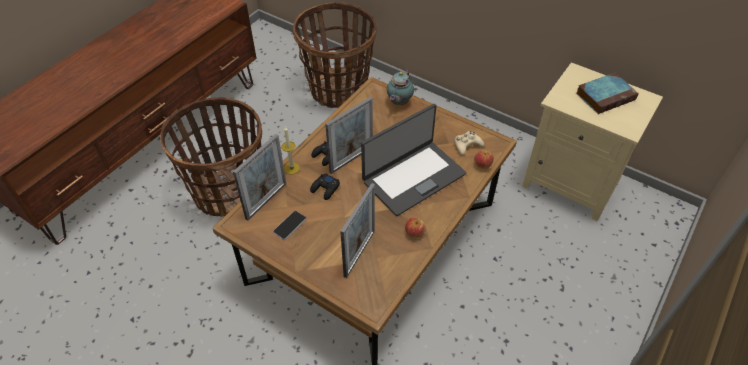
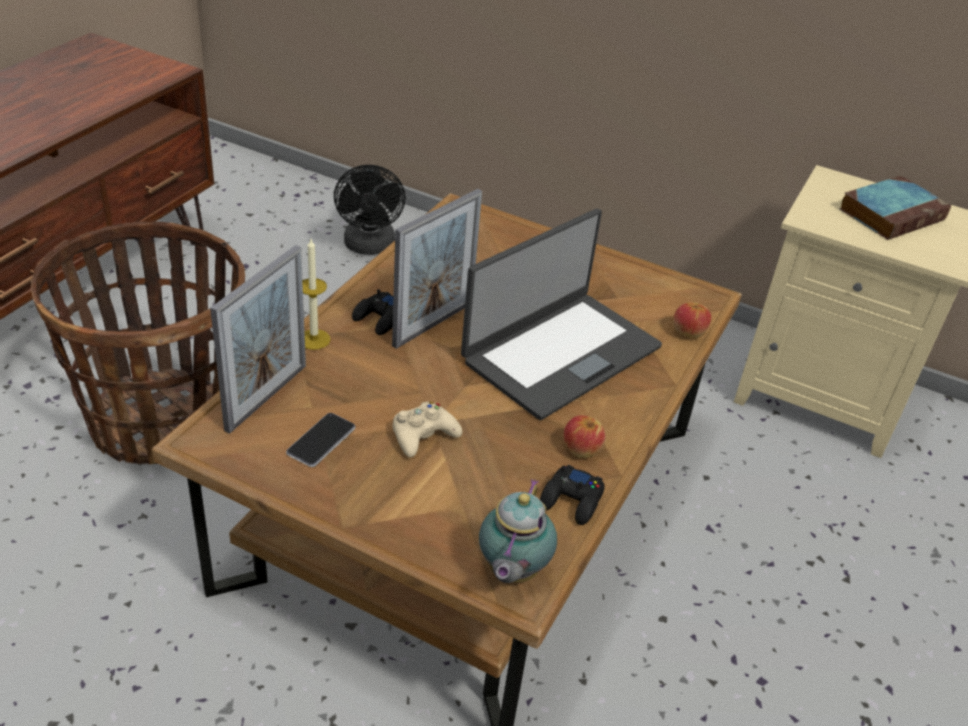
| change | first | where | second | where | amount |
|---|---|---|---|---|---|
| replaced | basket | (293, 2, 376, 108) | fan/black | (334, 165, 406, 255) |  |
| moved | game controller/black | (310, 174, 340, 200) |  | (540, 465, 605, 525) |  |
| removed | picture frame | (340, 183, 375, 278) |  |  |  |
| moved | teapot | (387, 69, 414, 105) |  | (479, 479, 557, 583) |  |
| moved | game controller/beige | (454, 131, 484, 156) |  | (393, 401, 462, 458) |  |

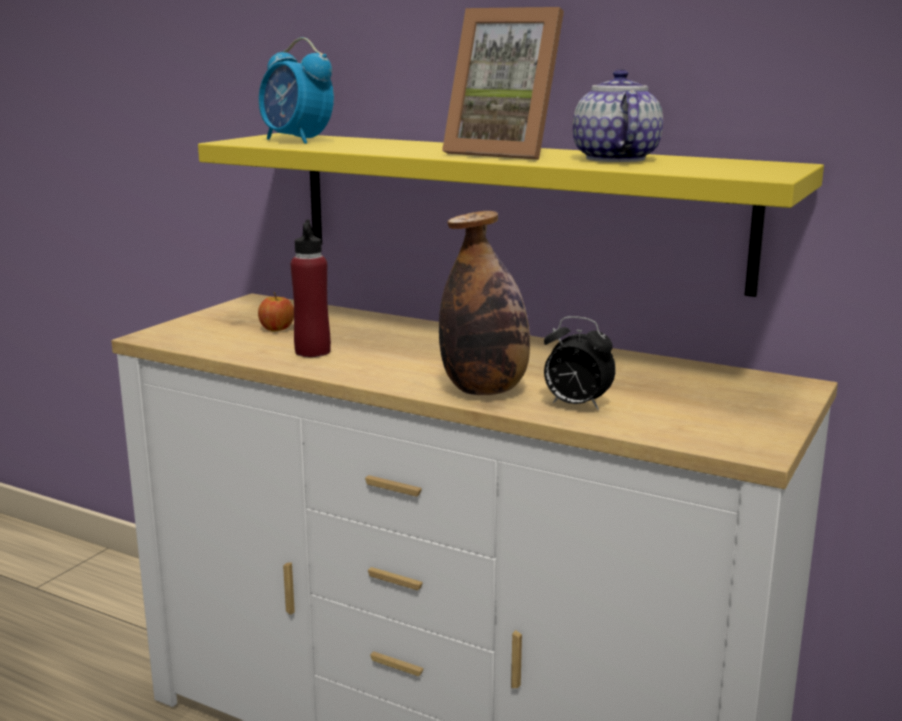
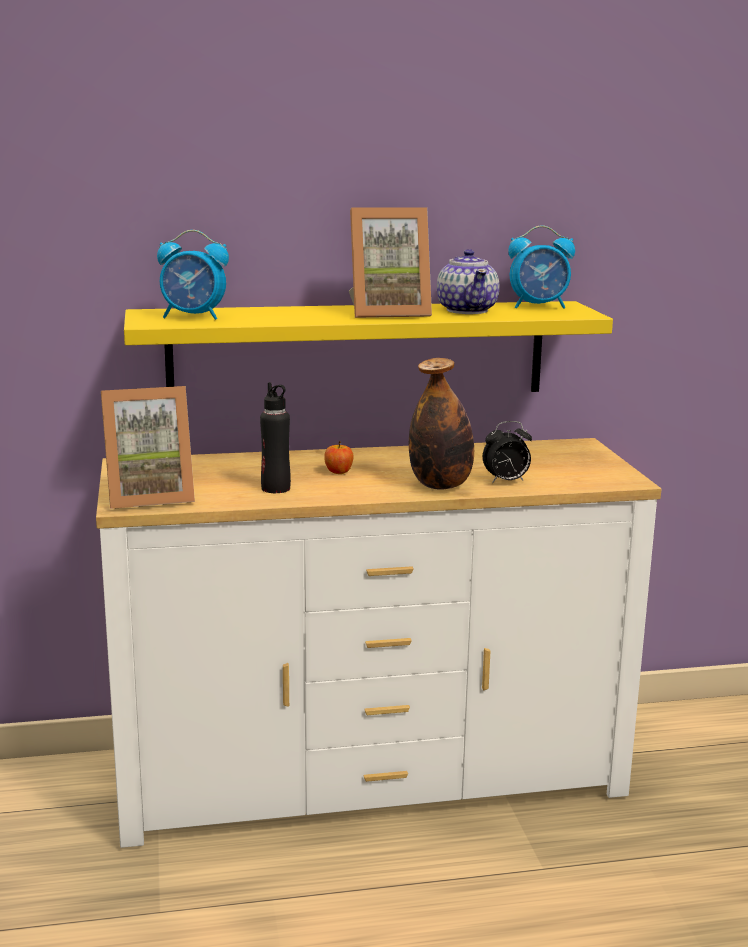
| change | first | where | second | where | amount |
|---|---|---|---|---|---|
| moved | apple | (258, 292, 294, 332) |  | (324, 441, 353, 474) |  |
| recoloured | bottle/red | (290, 220, 331, 357) | bottle/black | (260, 382, 291, 493) |  |
| turned | teapot | (573, 69, 663, 162) |  | (437, 249, 499, 314) | 150 degrees counterclockwise |
| added |  |  | picture frame | (101, 386, 195, 509) |  |
| added |  |  | alarm clock | (508, 225, 575, 309) |  |

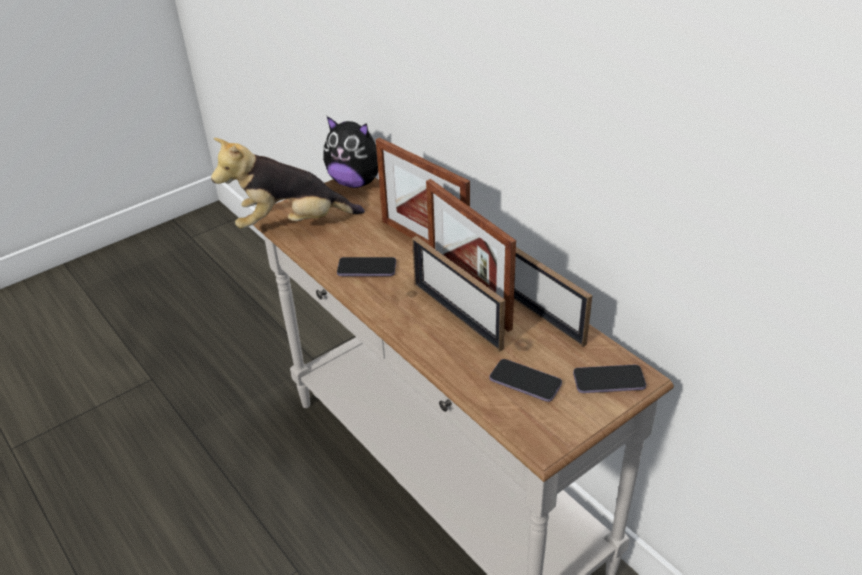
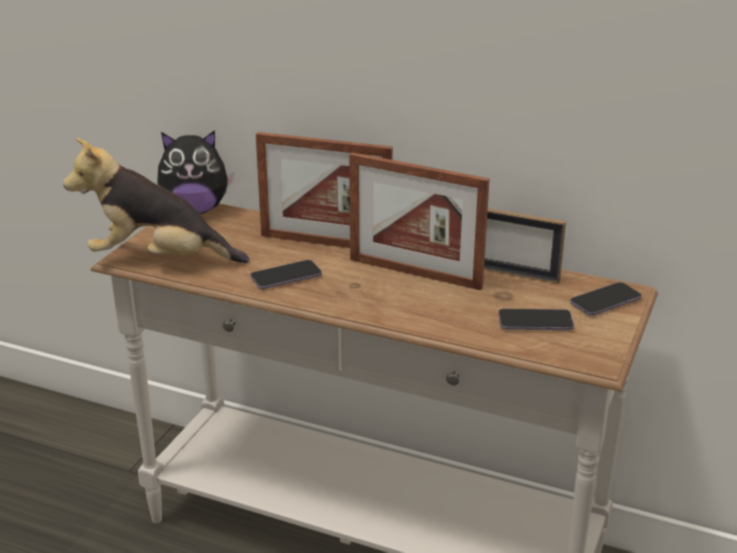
| change | first | where | second | where | amount |
|---|---|---|---|---|---|
| turned | plush toy | (211, 138, 365, 228) |  | (63, 138, 249, 263) | 45 degrees clockwise |
| removed | picture frame | (412, 236, 505, 351) |  |  |  |

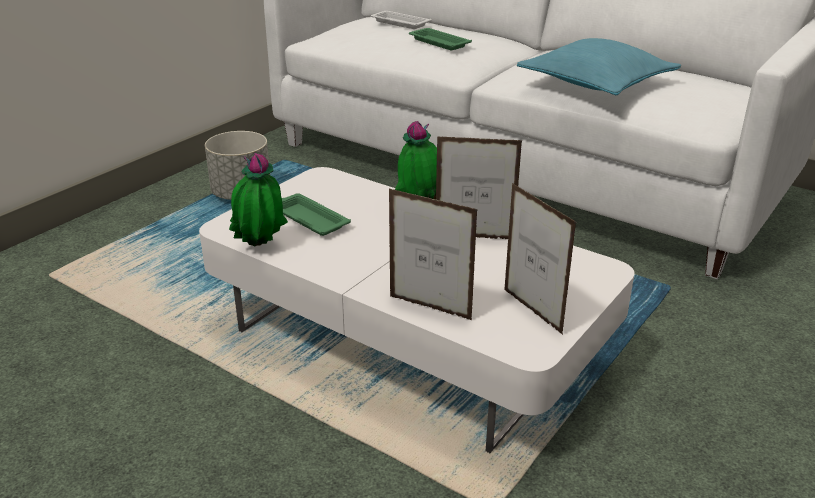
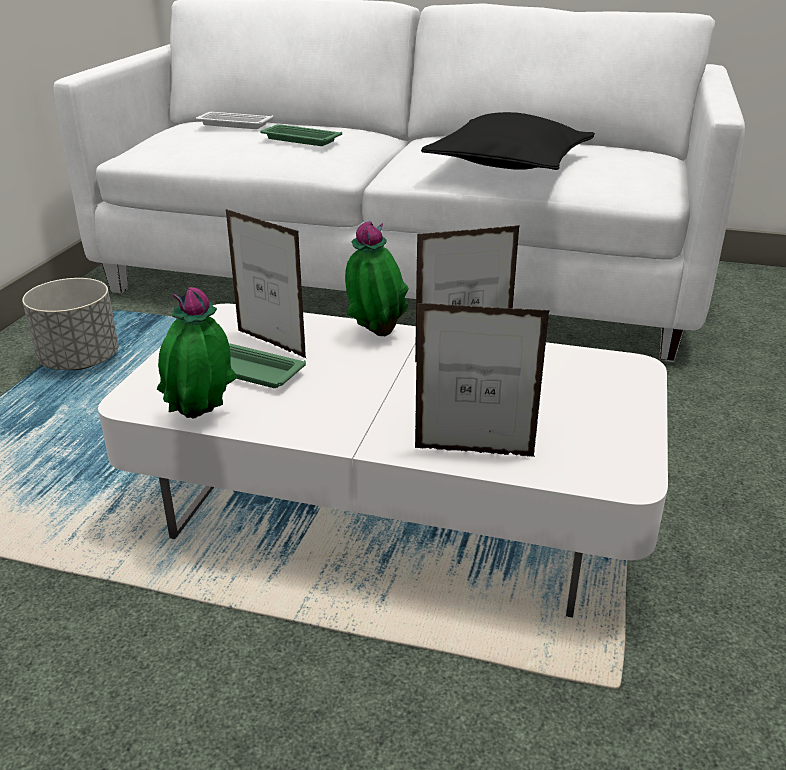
| change | first | where | second | where | amount |
|---|---|---|---|---|---|
| moved | picture frame | (504, 183, 576, 335) |  | (226, 209, 306, 358) |  |
| recoloured | pillow/turquoise | (517, 38, 681, 95) | pillow/black | (421, 112, 595, 170) |  |

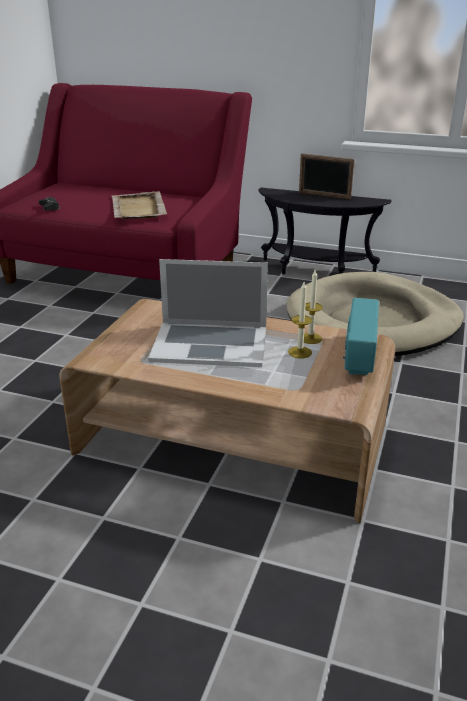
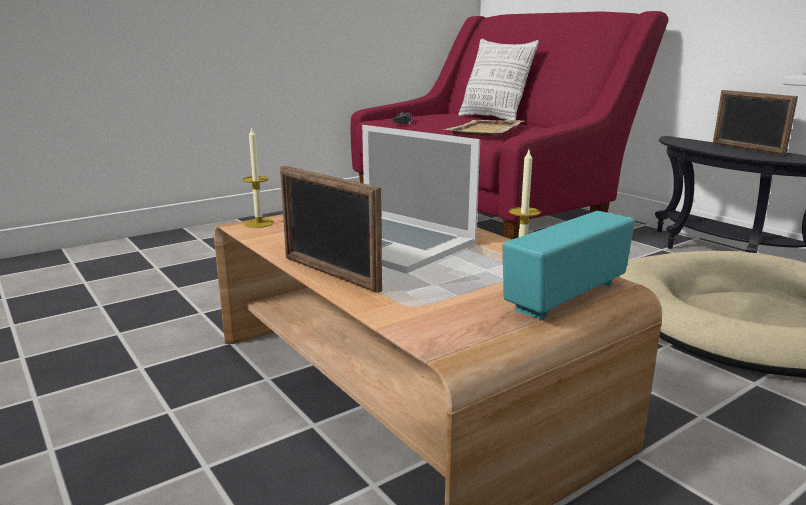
| change | first | where | second | where | amount |
|---|---|---|---|---|---|
| moved | candle | (288, 282, 312, 359) |  | (243, 126, 274, 228) |  |
| added |  |  | picture frame | (280, 166, 382, 293) |  |
| added |  |  | pillow | (458, 39, 539, 121) |  |

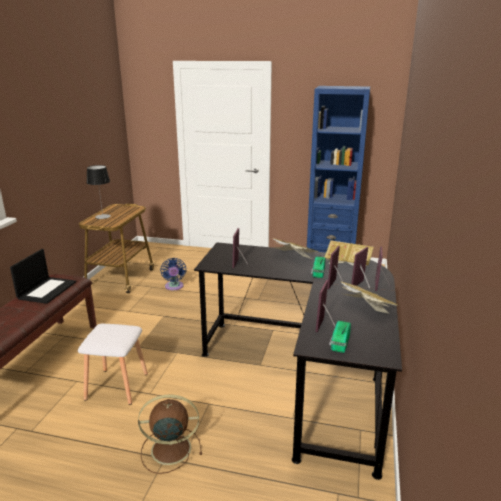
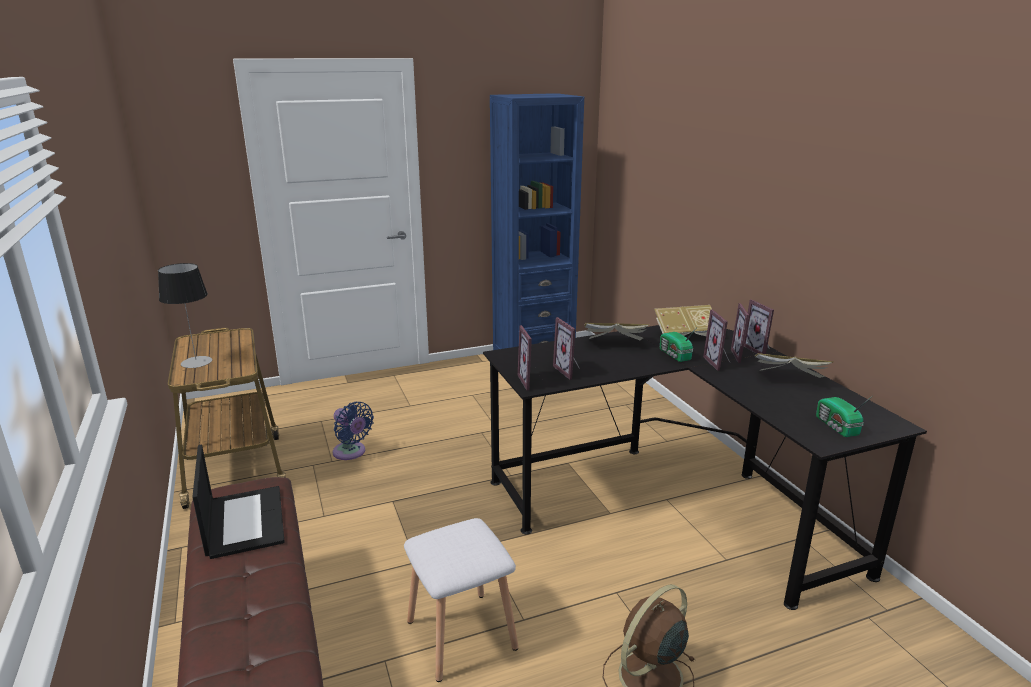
| change | first | where | second | where | amount |
|---|---|---|---|---|---|
| moved | picture frame | (316, 280, 336, 332) |  | (518, 325, 541, 391) |  |

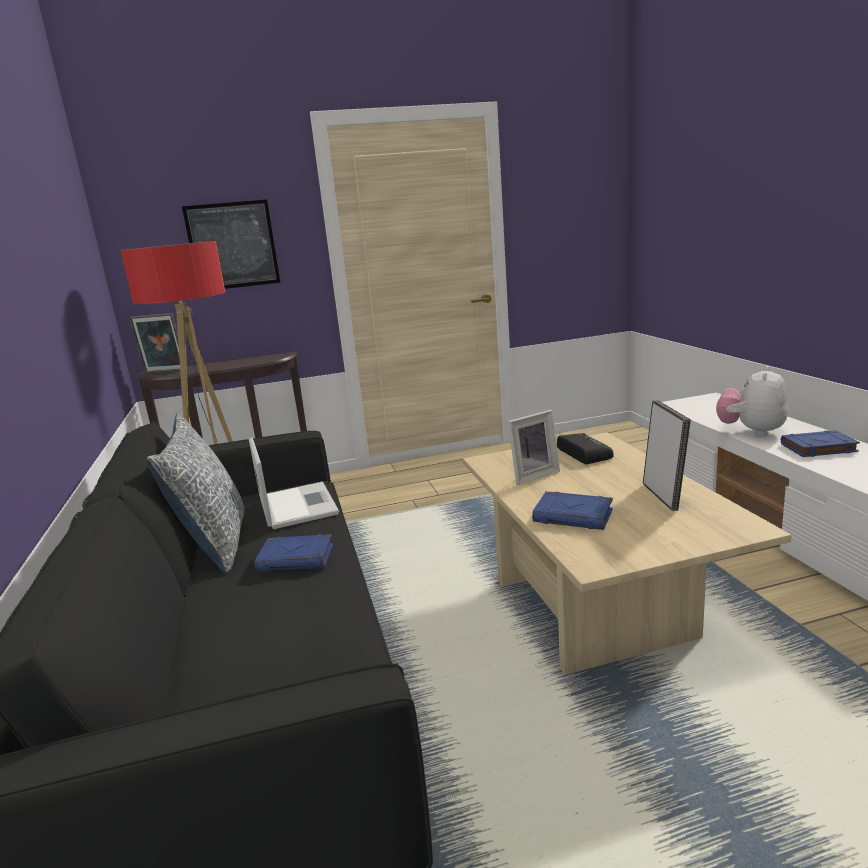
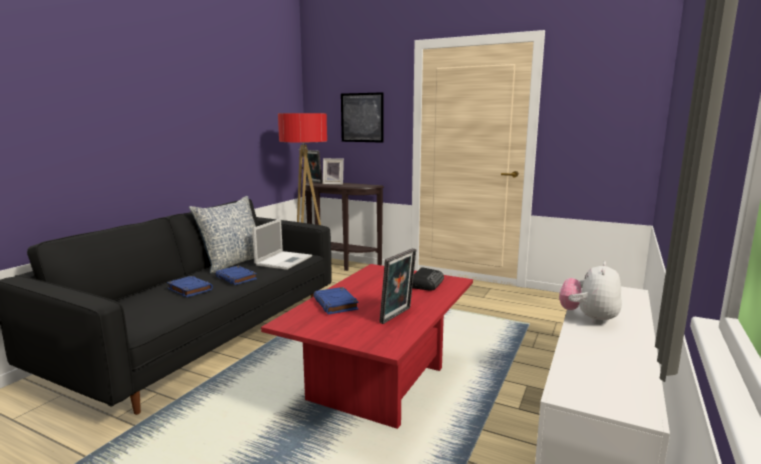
| change | first | where | second | where | amount |
|---|---|---|---|---|---|
| recoloured | coffee table/beige | (463, 432, 792, 675) | coffee table/red | (261, 264, 473, 429) |  |
| moved | picture frame | (507, 410, 560, 485) |  | (323, 158, 344, 185) |  |
| turned | plush toy | (716, 366, 788, 436) |  | (559, 261, 622, 325) | 45 degrees counterclockwise |
| moved | book/blue | (781, 430, 860, 457) |  | (167, 276, 213, 297) |  |

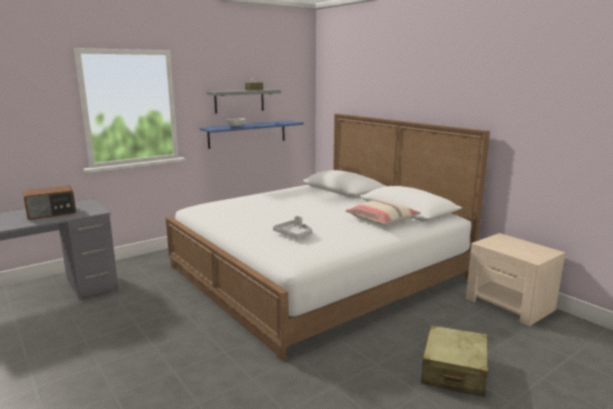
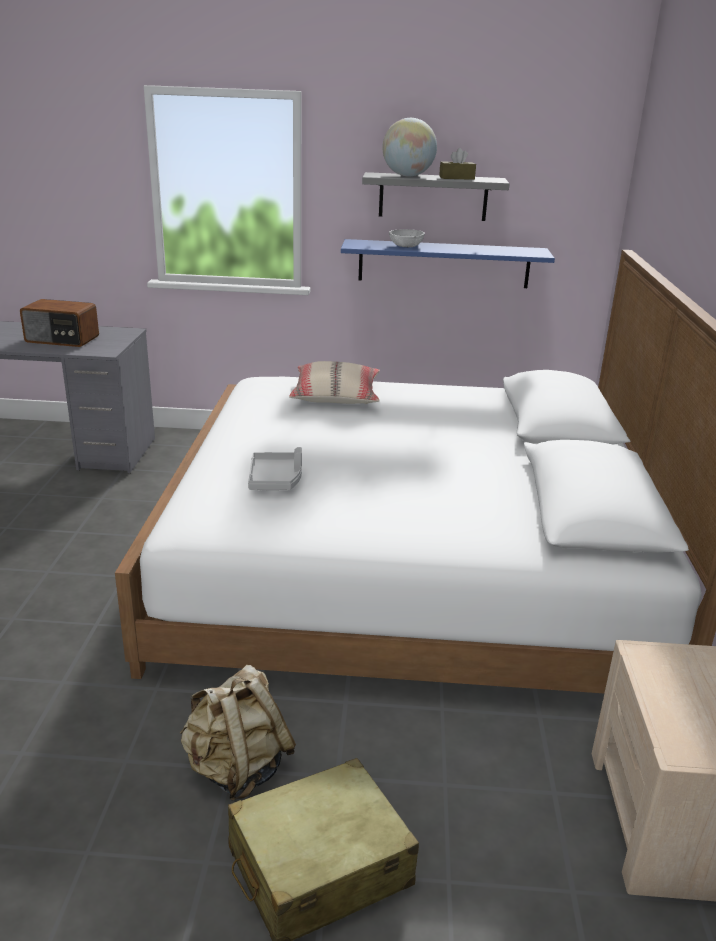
| change | first | where | second | where | amount |
|---|---|---|---|---|---|
| moved | pillow/beige | (345, 200, 421, 225) |  | (289, 361, 380, 404) |  |
| added |  |  | backpack/beige | (180, 665, 296, 801) |  |
| added |  |  | globe | (382, 118, 437, 176) |  |

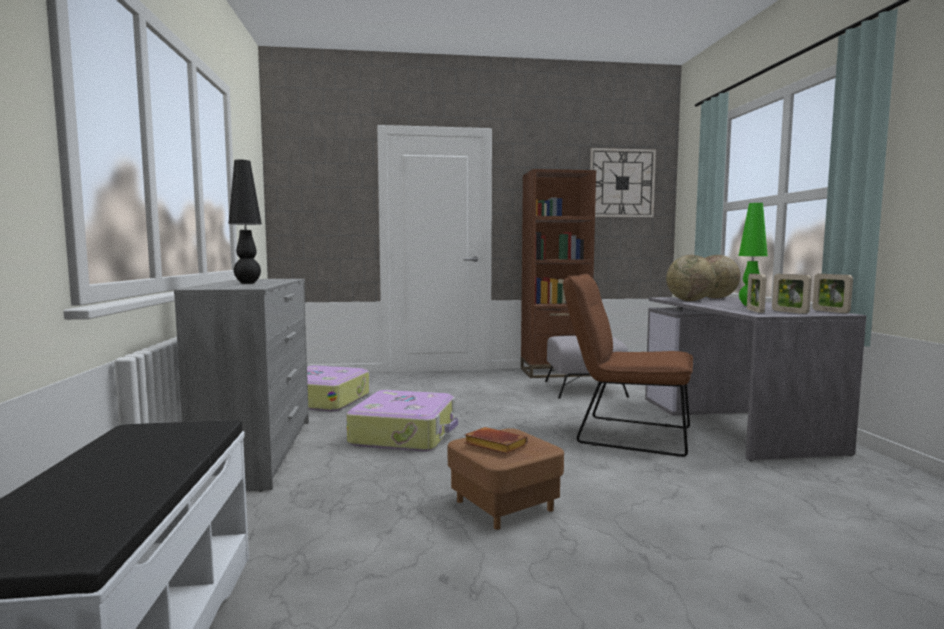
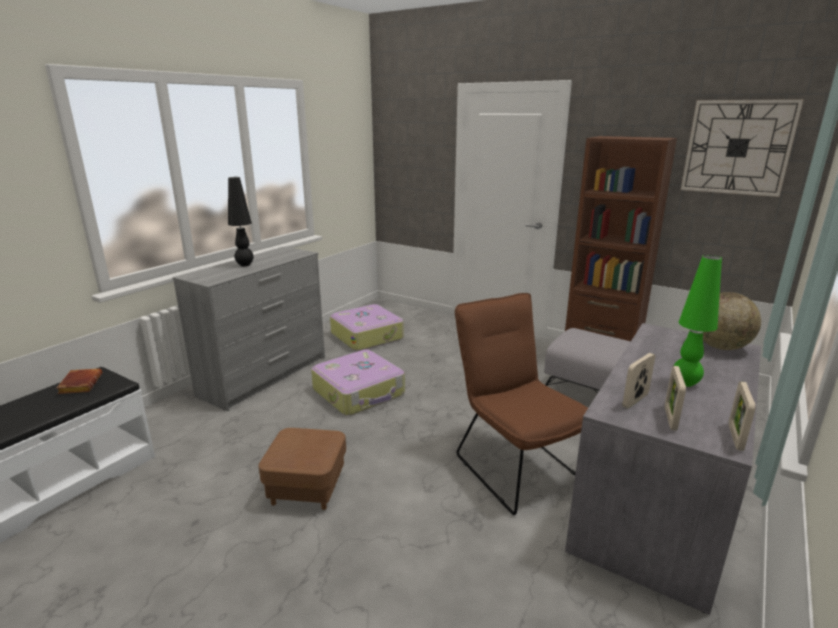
| change | first | where | second | where | amount |
|---|---|---|---|---|---|
| moved | book/brown | (464, 427, 528, 454) |  | (57, 369, 102, 394) |  |
| removed | globe | (666, 255, 716, 301) |  |  |  |

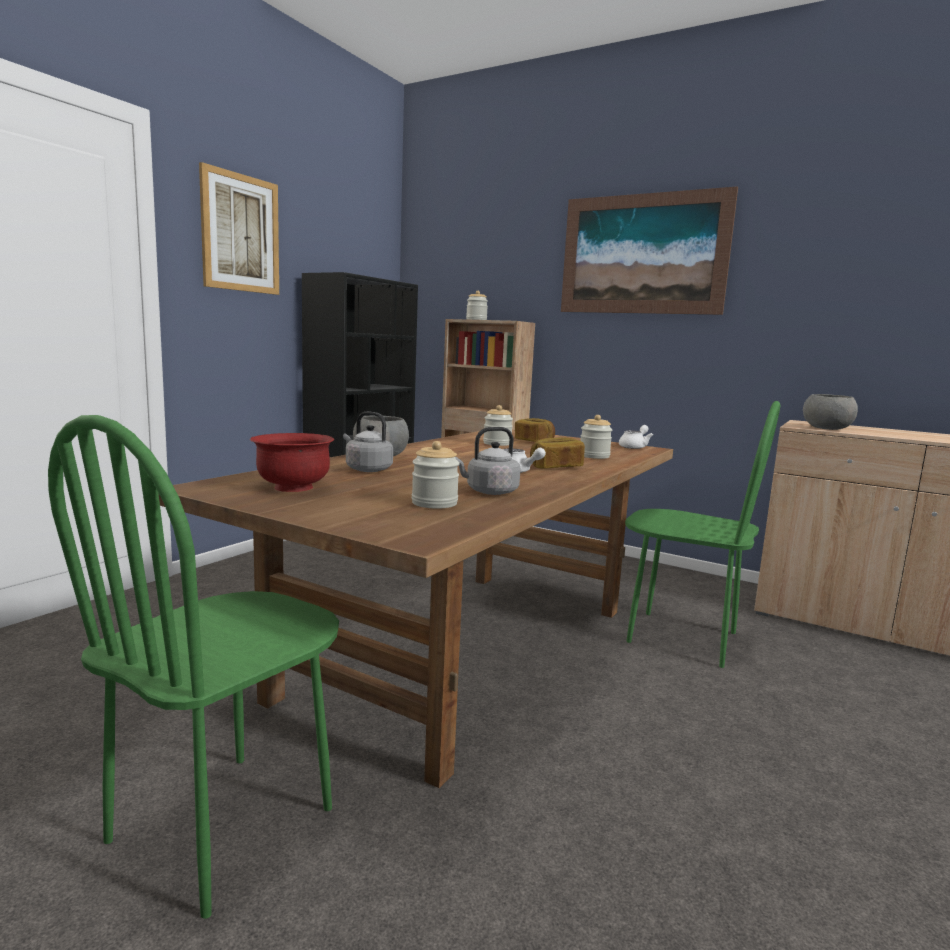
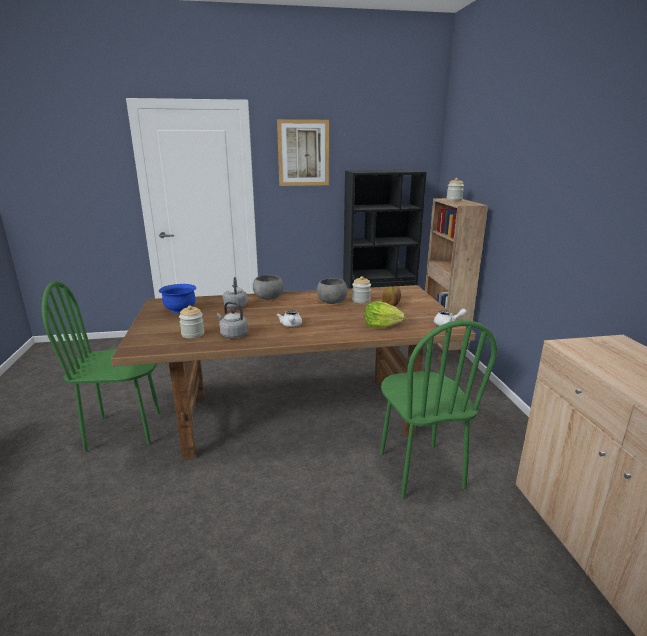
| change | first | where | second | where | amount |
|---|---|---|---|---|---|
| recoloured | bowl/red | (250, 433, 334, 492) | bowl/blue | (159, 284, 196, 313) |  |
| removed | bread | (530, 437, 585, 469) |  |  |  |
| removed | picture | (561, 186, 738, 315) |  |  |  |
| replaced | jar | (580, 415, 612, 459) | lettuce | (364, 301, 405, 328) |  |
| moved | bowl/grey | (803, 394, 858, 430) |  | (317, 278, 348, 304) |  |

